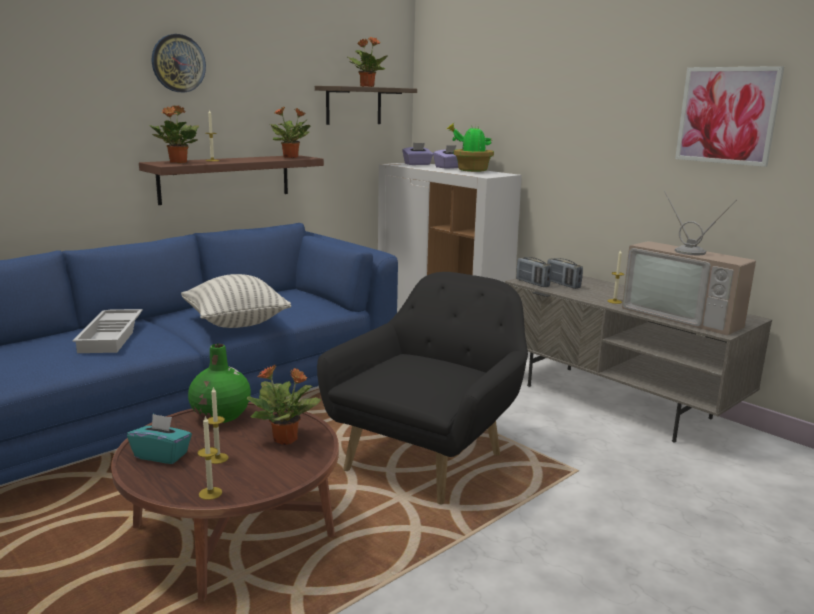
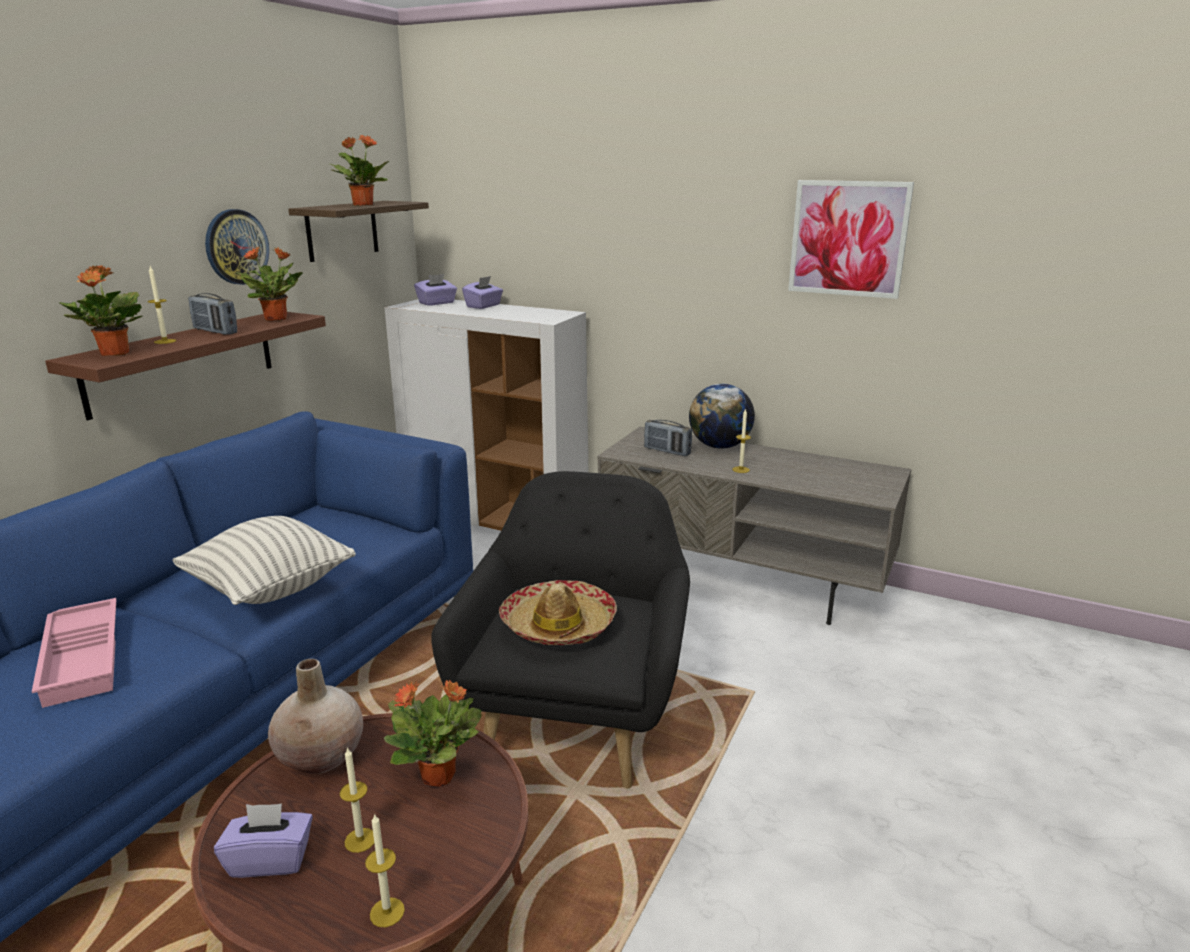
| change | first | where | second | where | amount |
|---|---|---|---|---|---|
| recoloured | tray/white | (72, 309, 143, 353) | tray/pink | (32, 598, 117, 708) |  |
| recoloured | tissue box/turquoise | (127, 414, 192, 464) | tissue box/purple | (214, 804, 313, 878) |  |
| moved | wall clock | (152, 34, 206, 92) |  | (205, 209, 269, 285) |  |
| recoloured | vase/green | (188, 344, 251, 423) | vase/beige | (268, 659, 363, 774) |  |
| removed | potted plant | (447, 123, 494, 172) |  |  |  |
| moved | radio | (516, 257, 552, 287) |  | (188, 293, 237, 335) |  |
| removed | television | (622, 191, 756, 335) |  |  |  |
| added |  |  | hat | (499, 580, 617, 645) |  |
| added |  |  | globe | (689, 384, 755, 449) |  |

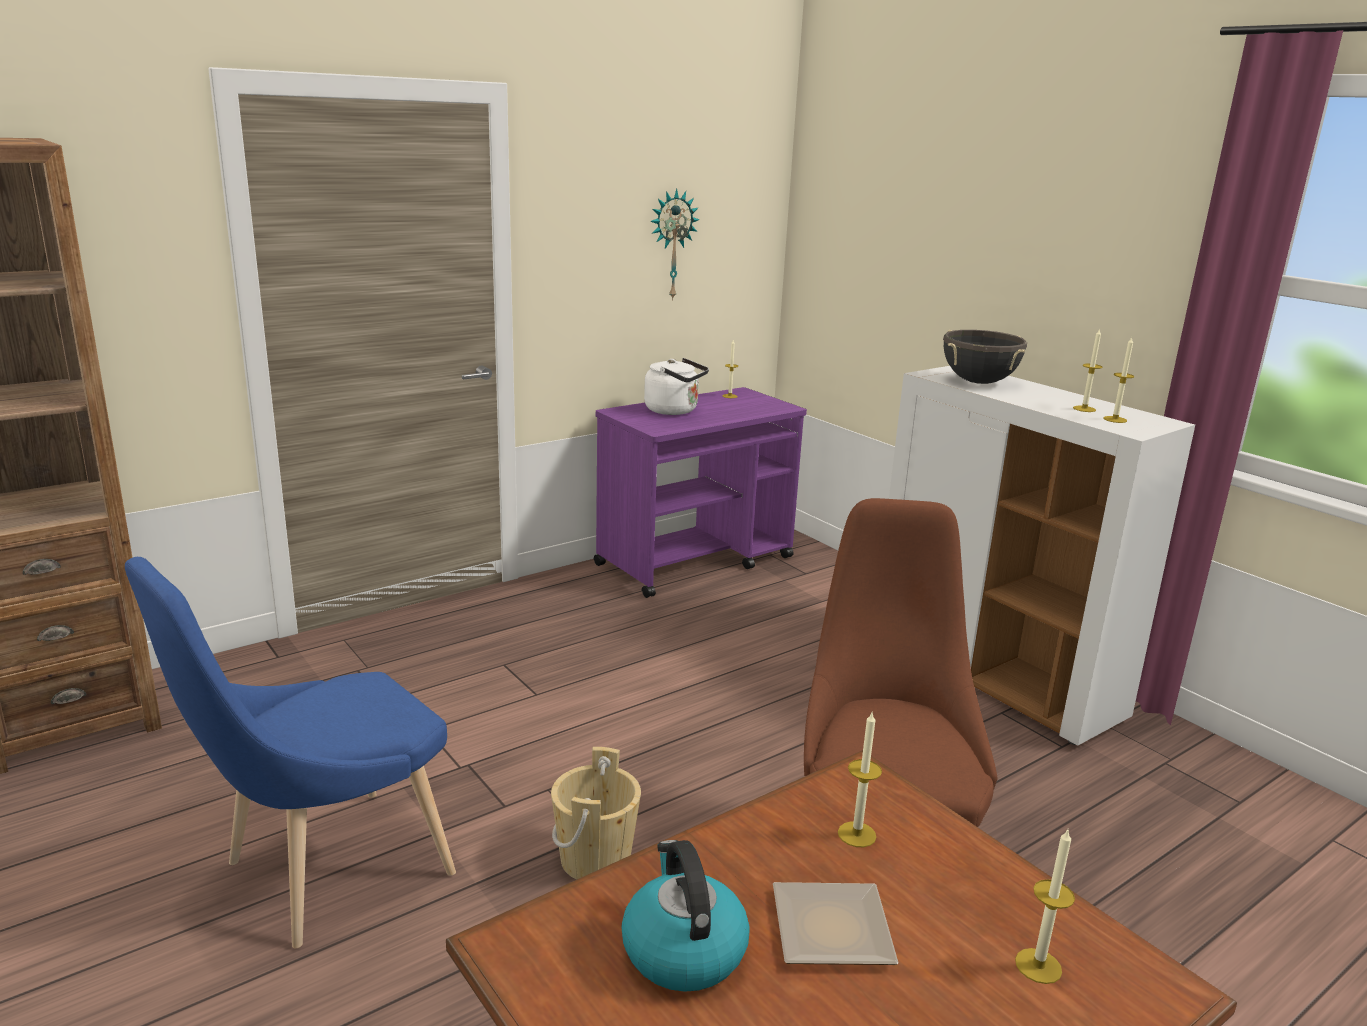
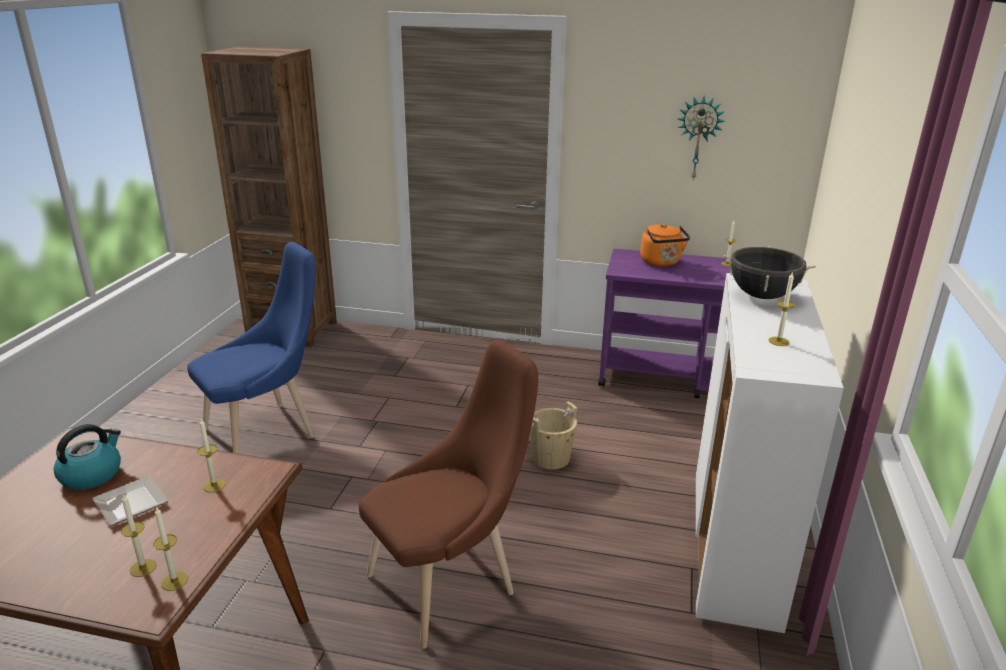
| change | first | where | second | where | amount |
|---|---|---|---|---|---|
| turned | chair/blue | (125, 557, 456, 948) |  | (187, 242, 316, 454) | 135 degrees clockwise |
| moved | bucket/beige | (551, 747, 641, 879) |  | (529, 401, 577, 469) |  |
| recoloured | kettle/white | (644, 358, 709, 415) | kettle/orange | (640, 224, 690, 267) |  |
| moved | candle | (1103, 337, 1134, 423) |  | (153, 506, 188, 591) |  |

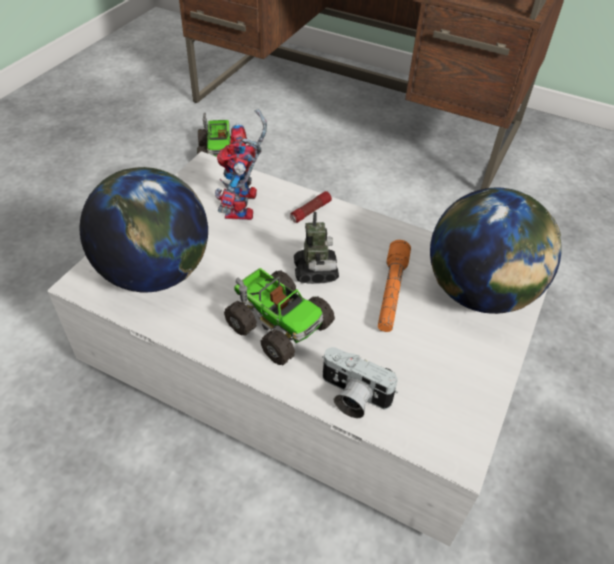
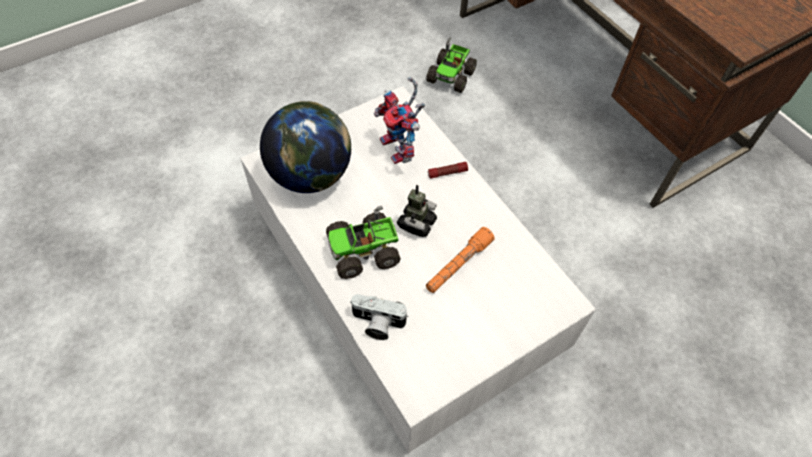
| change | first | where | second | where | amount |
|---|---|---|---|---|---|
| turned | toy robot | (215, 110, 267, 220) |  | (374, 77, 425, 164) | 60 degrees counterclockwise |
| turned | toy truck | (224, 268, 335, 365) |  | (326, 206, 401, 279) | 90 degrees clockwise |
| turned | photo camera | (322, 347, 398, 418) |  | (350, 294, 409, 340) | 45 degrees counterclockwise |
| removed | globe | (430, 188, 562, 314) |  |  |  |

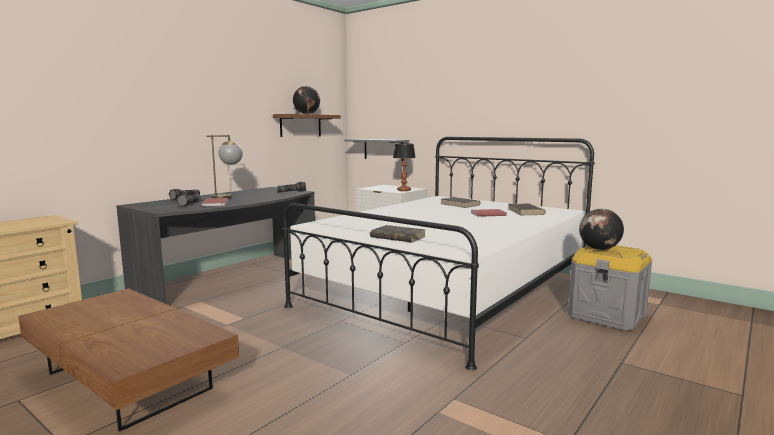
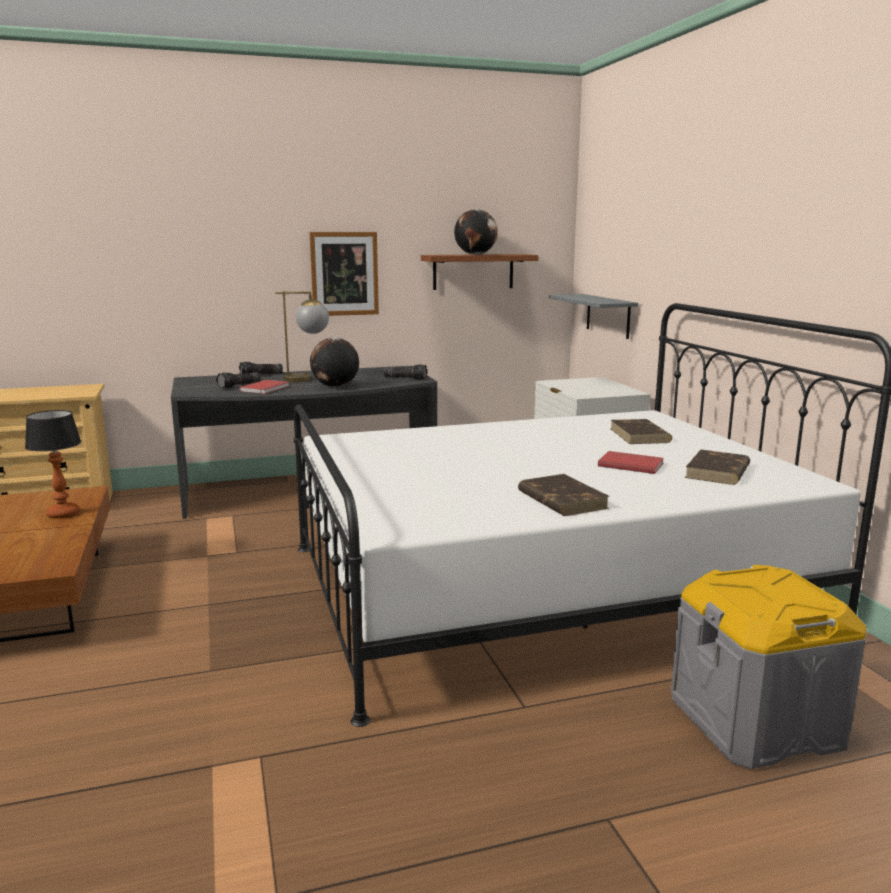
| change | first | where | second | where | amount |
|---|---|---|---|---|---|
| moved | book/brown | (370, 225, 426, 243) |  | (518, 474, 610, 516) |  |
| moved | table lamp | (393, 144, 416, 191) |  | (25, 410, 81, 518) |  |
| moved | globe | (579, 209, 624, 250) |  | (310, 338, 359, 387) |  |
| added |  |  | picture | (310, 232, 379, 316) |  |

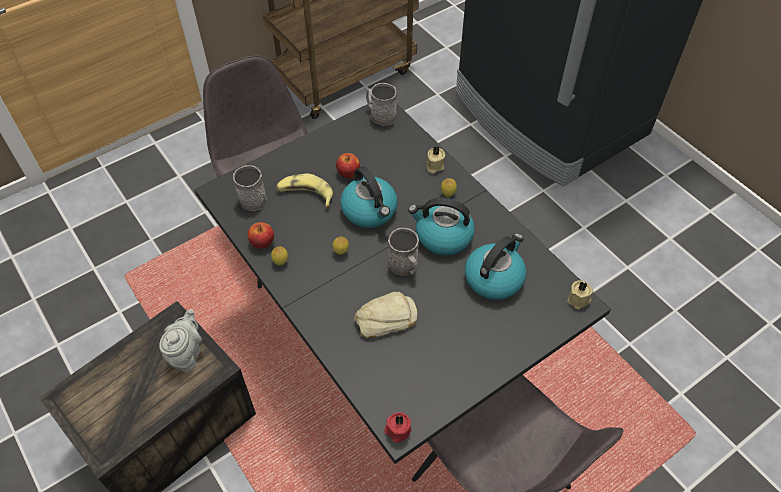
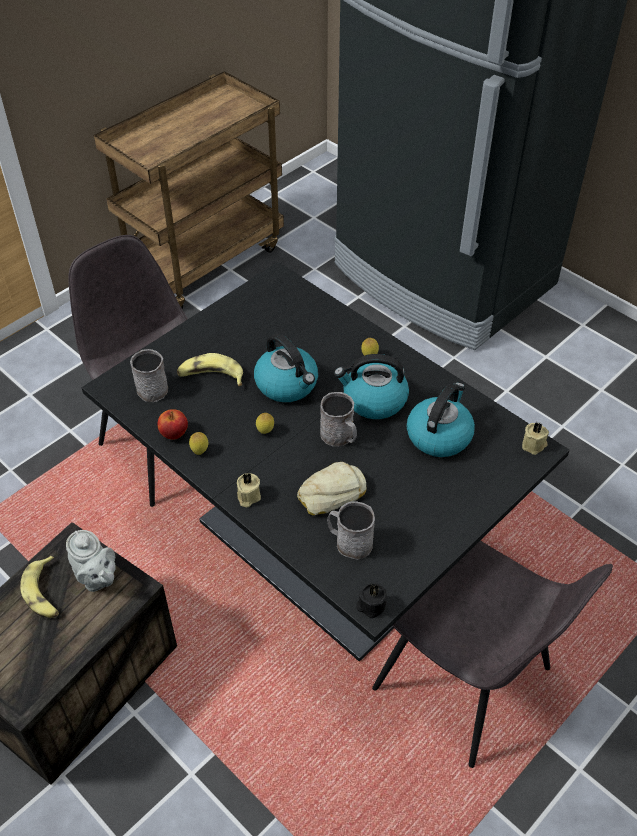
| change | first | where | second | where | amount |
|---|---|---|---|---|---|
| turned | teapot/grey | (159, 309, 202, 372) |  | (66, 530, 116, 592) | 135 degrees clockwise |
| removed | apple | (336, 153, 360, 178) |  |  |  |
| moved | mug/grey | (366, 83, 397, 126) |  | (327, 501, 375, 560) |  |
| recoloured | candle/red | (384, 412, 412, 443) | candle/black | (356, 583, 387, 618) |  |
| moved | candle/beige | (426, 146, 445, 174) |  | (237, 473, 261, 507) |  |
| added |  |  | banana | (20, 556, 59, 618) |  |

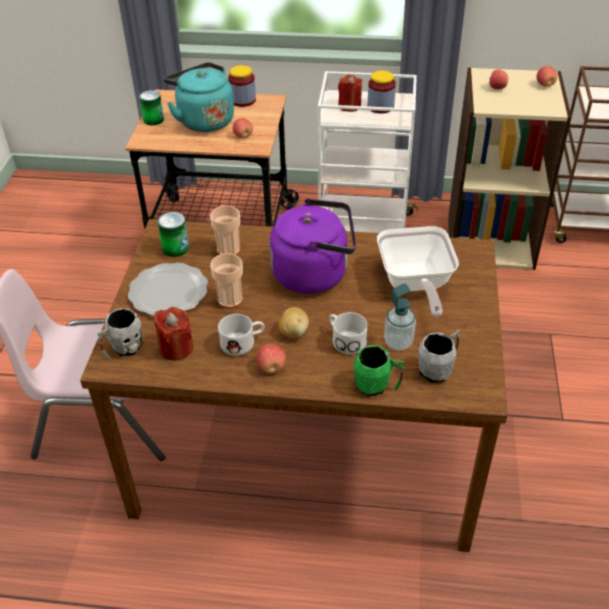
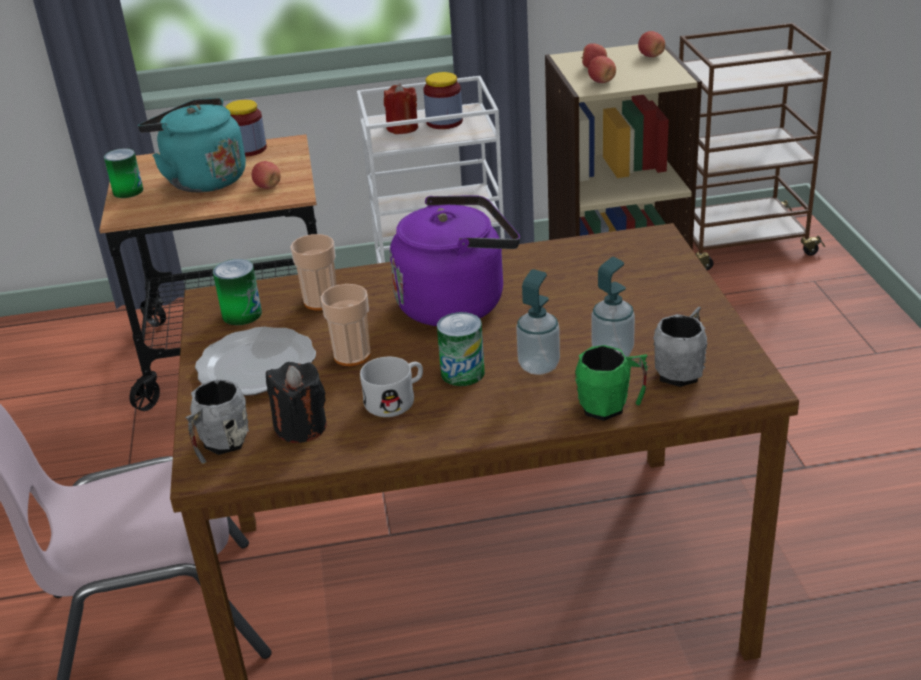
| change | first | where | second | where | amount |
|---|---|---|---|---|---|
| recoloured | candle/red | (154, 307, 193, 360) | candle/black | (266, 362, 327, 443) |  |
| moved | apple | (256, 344, 286, 373) |  | (588, 56, 616, 83) |  |
| replaced | potato | (278, 307, 309, 338) | can | (437, 312, 485, 386) |  |
| replaced | mug/white | (329, 312, 368, 354) | soap dispenser | (516, 269, 560, 375) |  |
| removed | frying pan | (377, 226, 459, 318) |  |  |  |

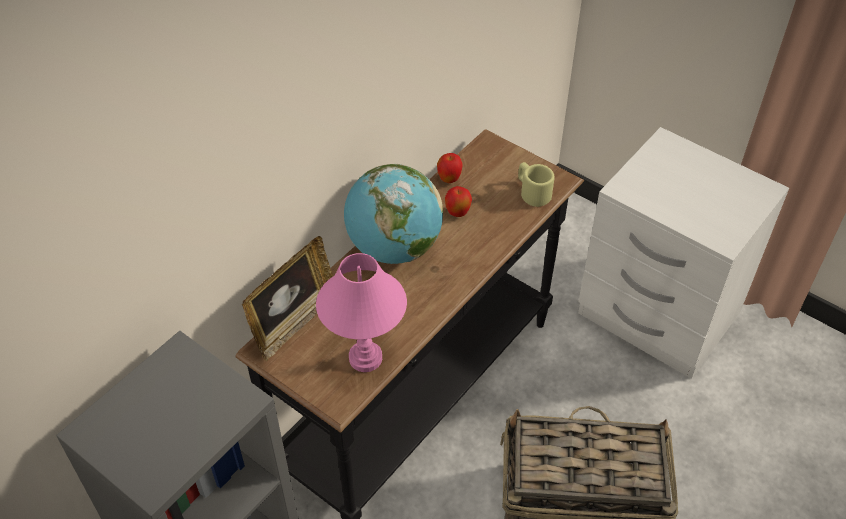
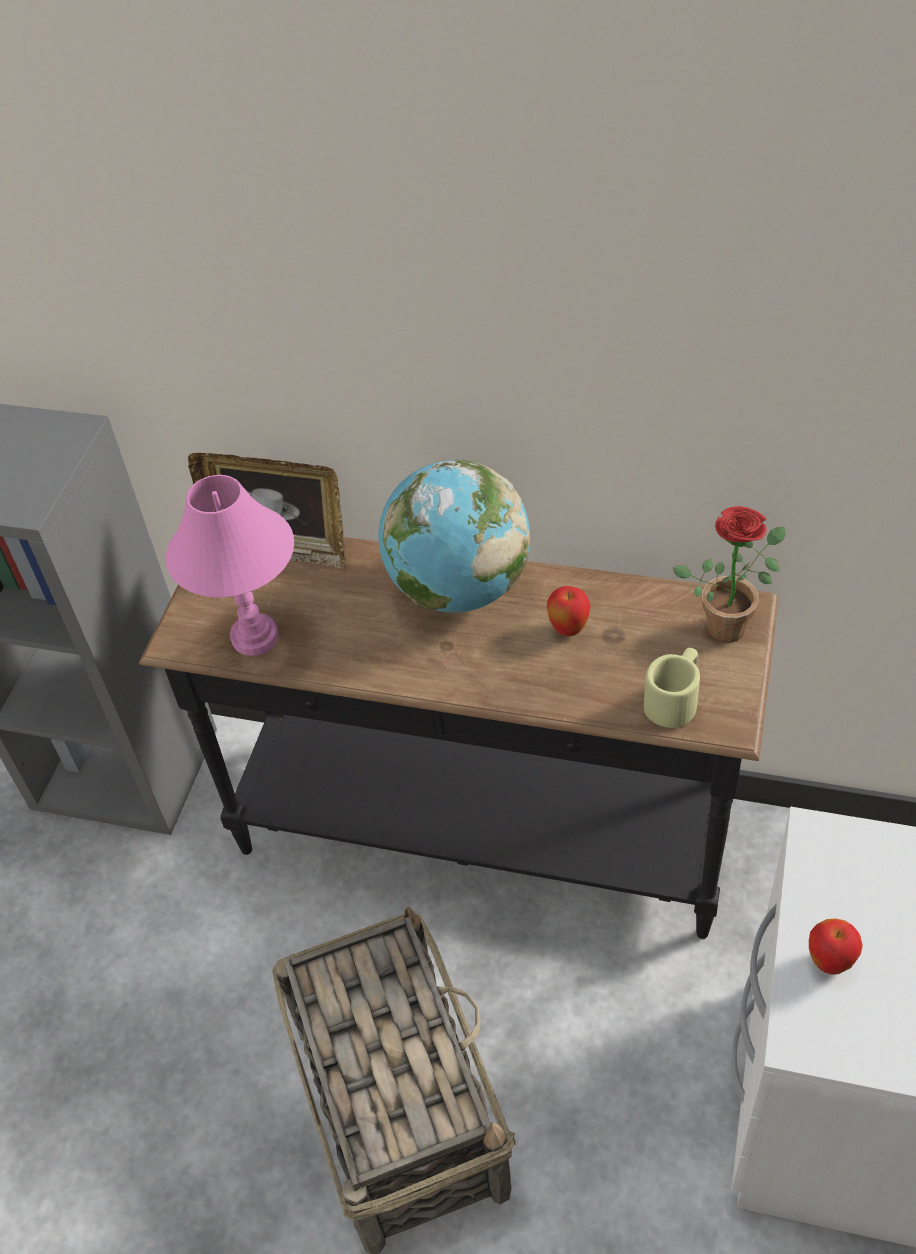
| change | first | where | second | where | amount |
|---|---|---|---|---|---|
| moved | apple | (437, 153, 463, 183) |  | (809, 919, 863, 975) |  |
| added |  |  | potted plant | (673, 506, 785, 643) |  |

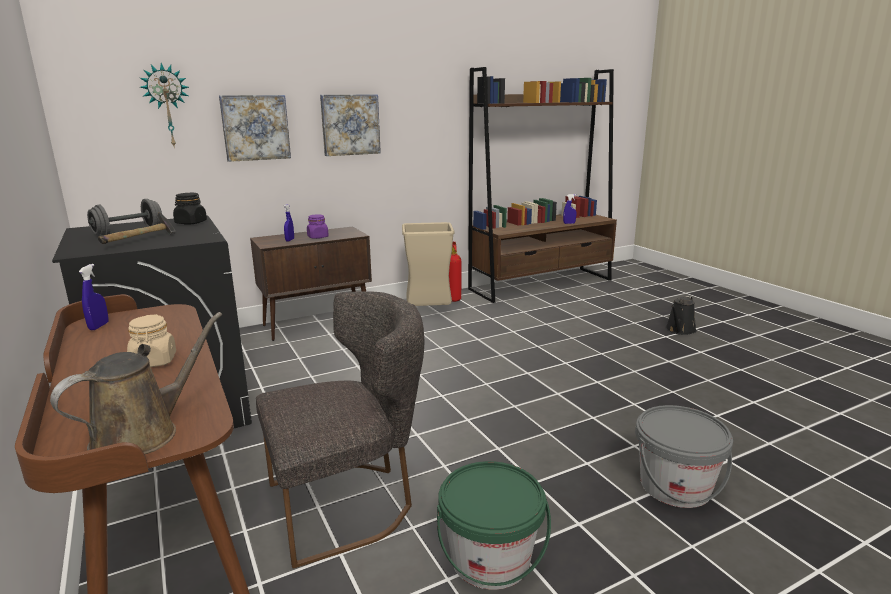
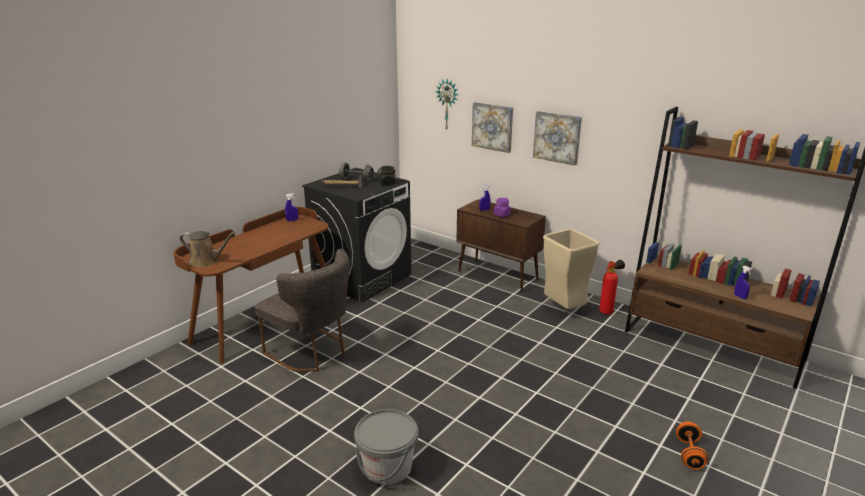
| change | first | where | second | where | amount |
|---|---|---|---|---|---|
| removed | jar/beige | (127, 314, 176, 367) |  |  |  |
| removed | bucket/green | (437, 461, 551, 590) |  |  |  |
| replaced | watering can/black | (665, 296, 697, 335) | dumbbell/orange | (676, 421, 708, 470) |  |

